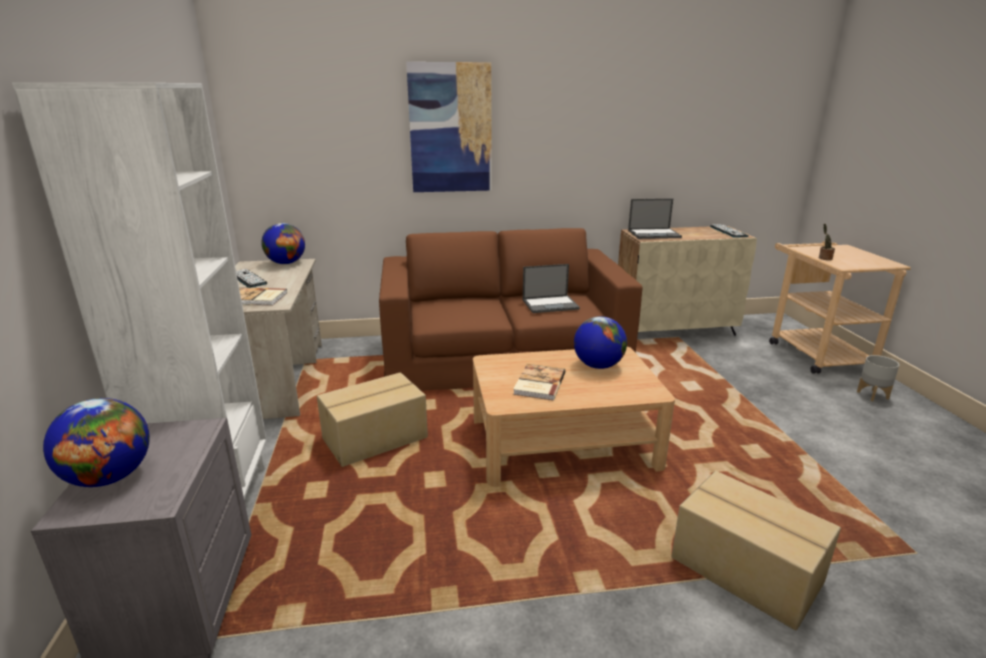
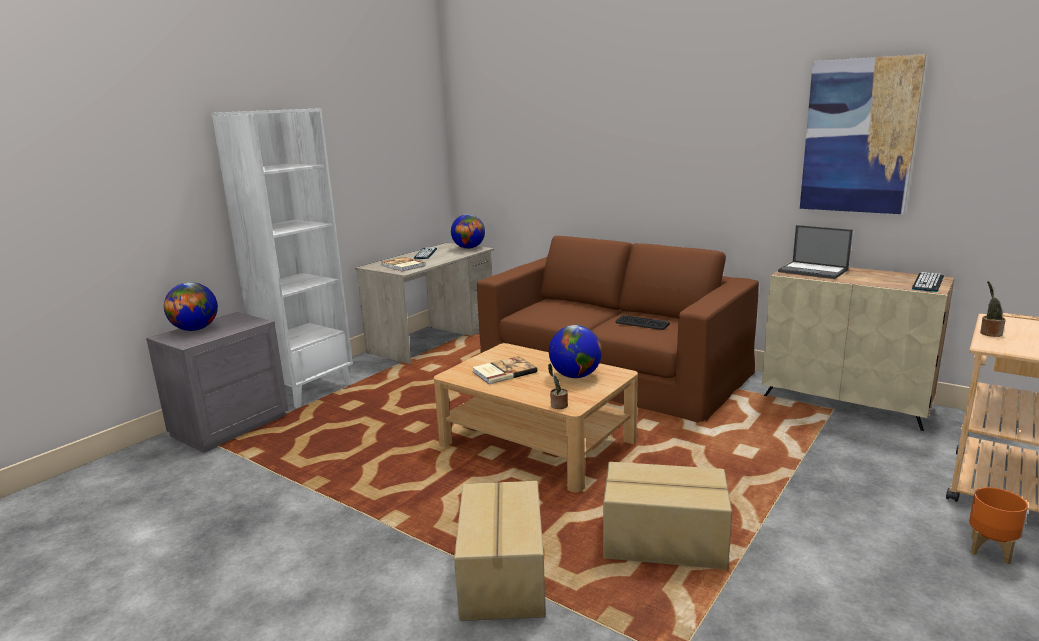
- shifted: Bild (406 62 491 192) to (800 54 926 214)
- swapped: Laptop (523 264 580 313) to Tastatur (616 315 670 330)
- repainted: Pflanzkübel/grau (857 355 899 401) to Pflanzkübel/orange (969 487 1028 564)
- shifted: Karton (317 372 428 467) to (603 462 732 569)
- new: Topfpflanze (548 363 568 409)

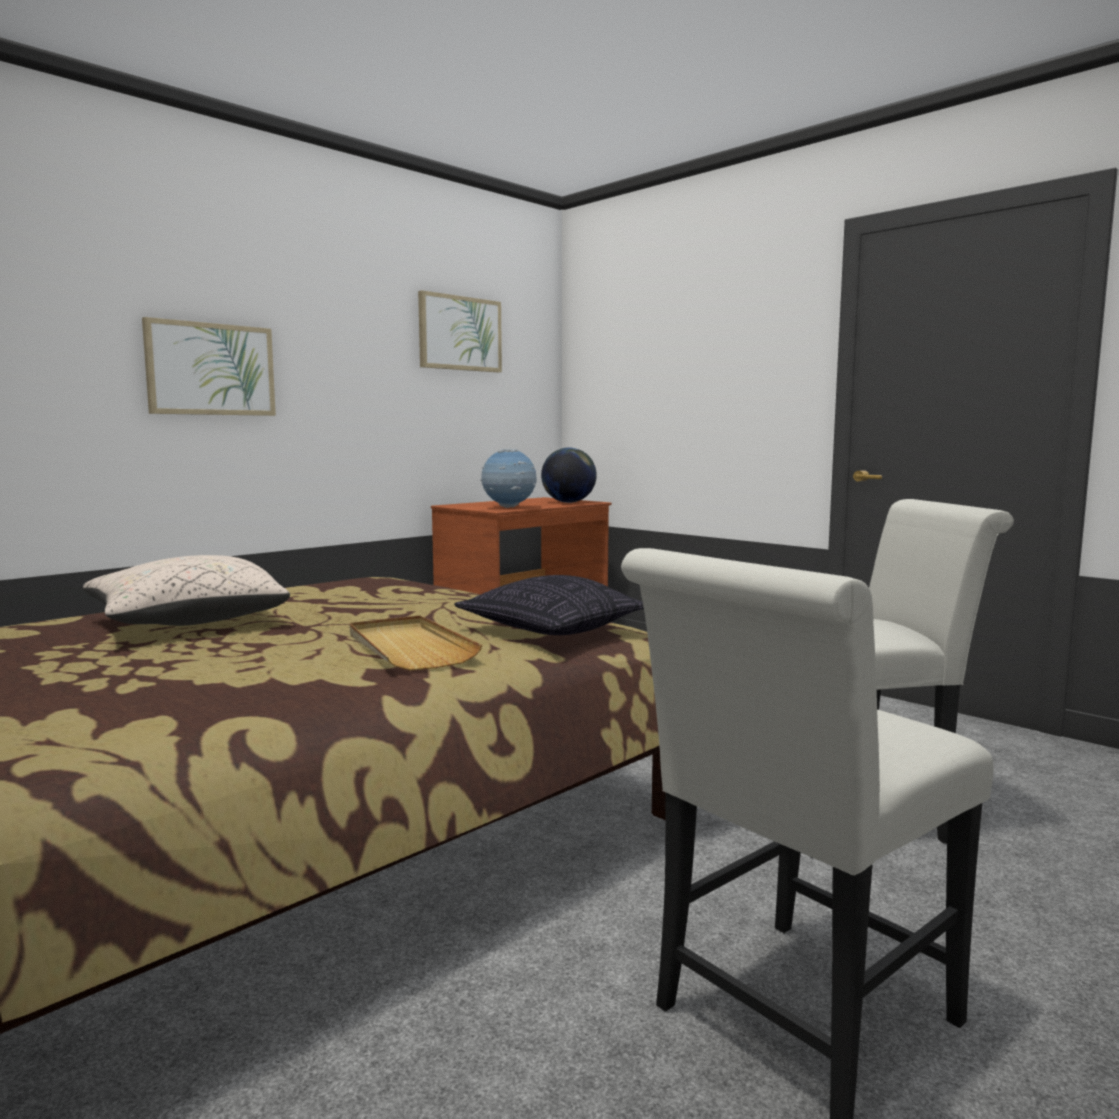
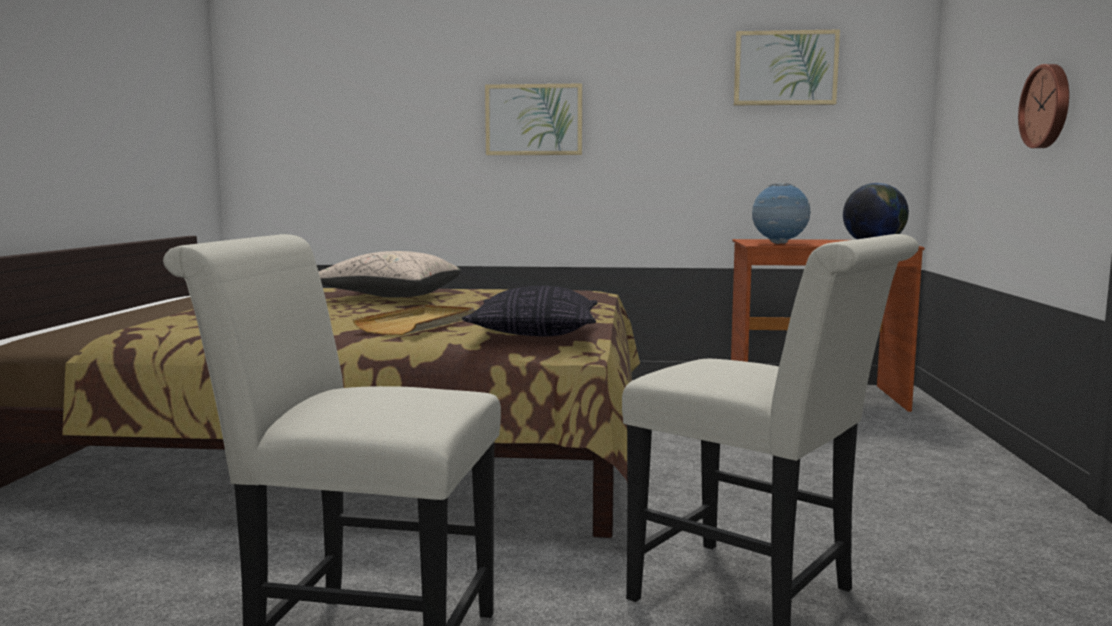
- new: Wanduhr (1018 64 1069 148)

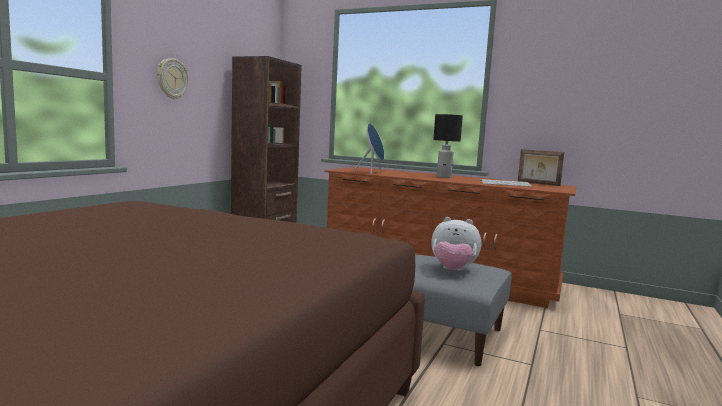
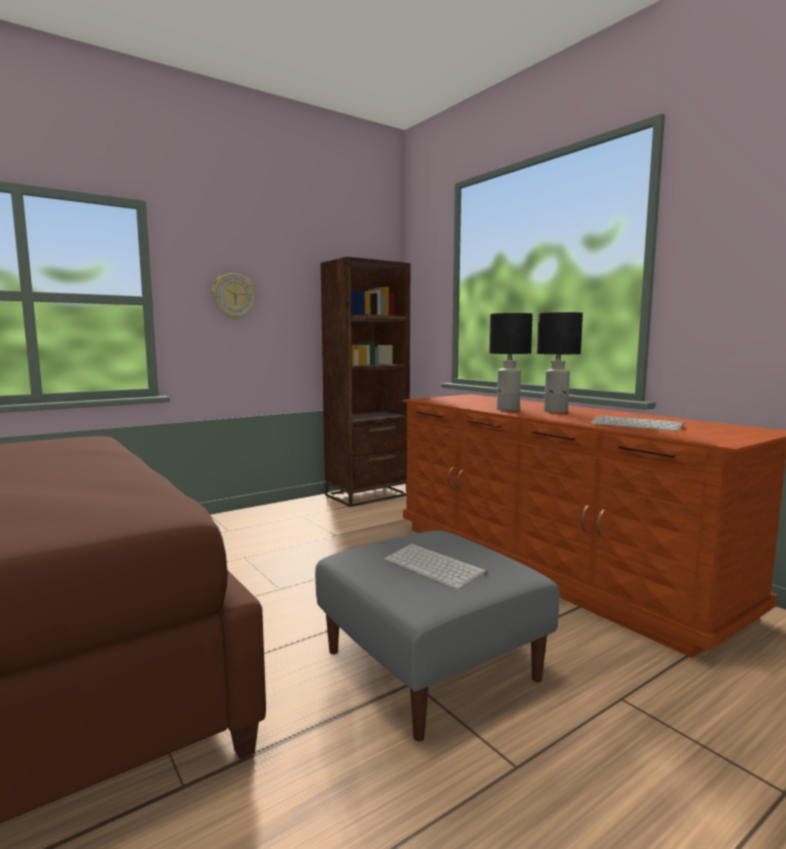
- gone: Lautsprecher/blau (354 123 384 174)
- gone: Bilderrahmen (518 149 564 186)
- swapped: Plüschtier (431 217 481 271) to Tastatur (384 544 488 590)
- new: Tischlampe/schwarz (489 313 533 411)

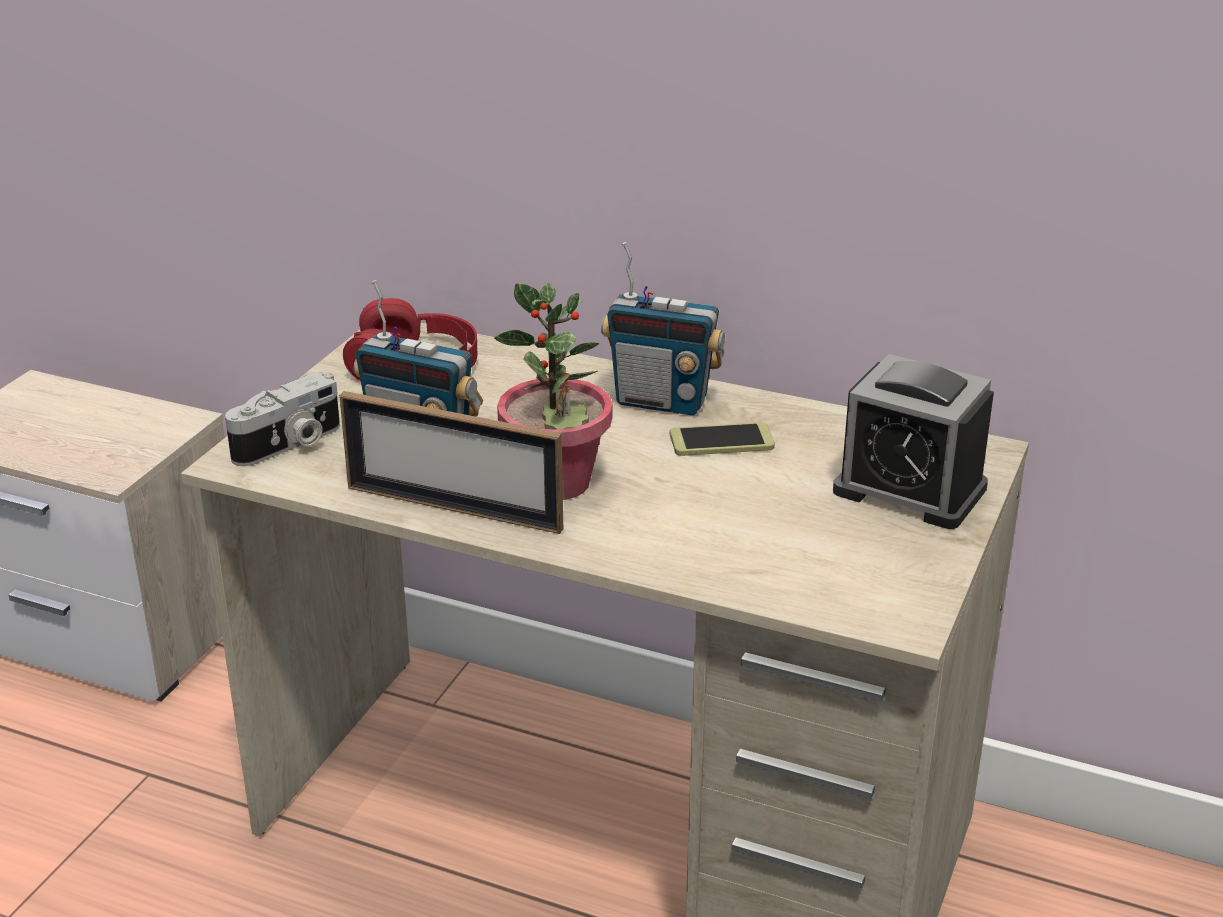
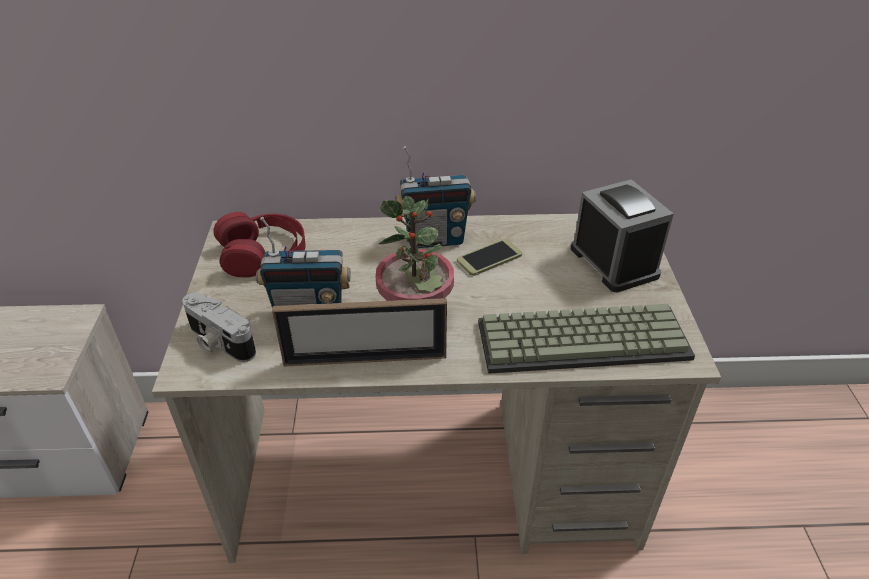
- rotated: Wecker (833 354 994 529) = (571 179 674 292) 120 degrees counterclockwise
- rotated: Kamera (225 372 340 466) = (182 292 256 362) 105 degrees clockwise
- new: Tastatur (478 304 695 374)

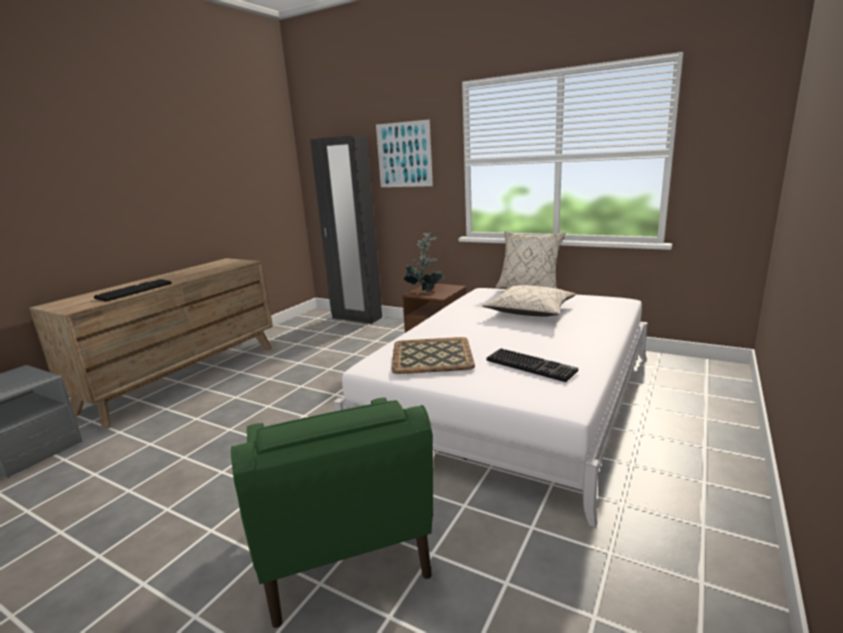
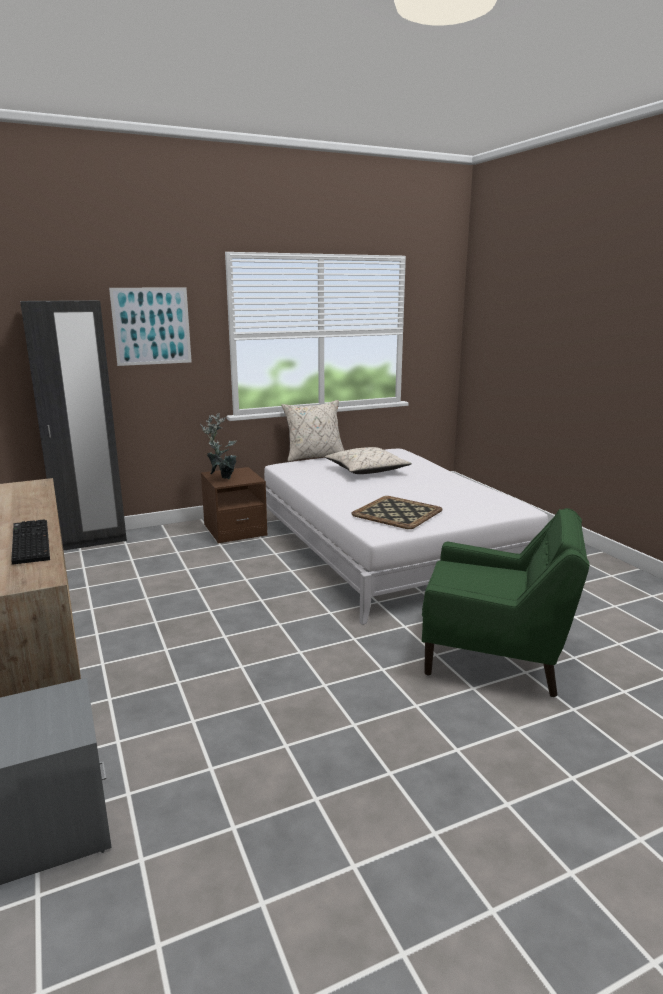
- gone: Tastatur (486 348 578 382)

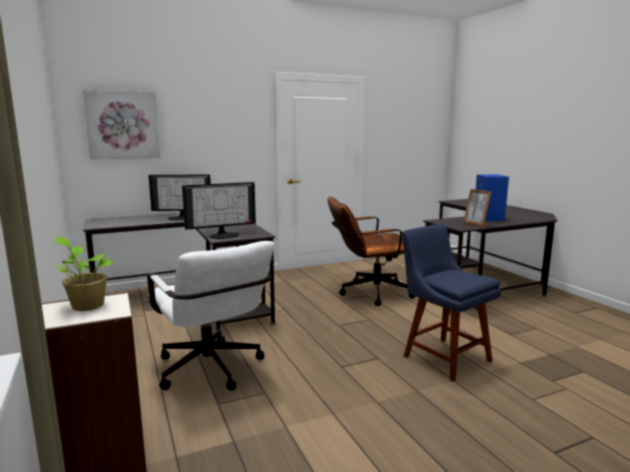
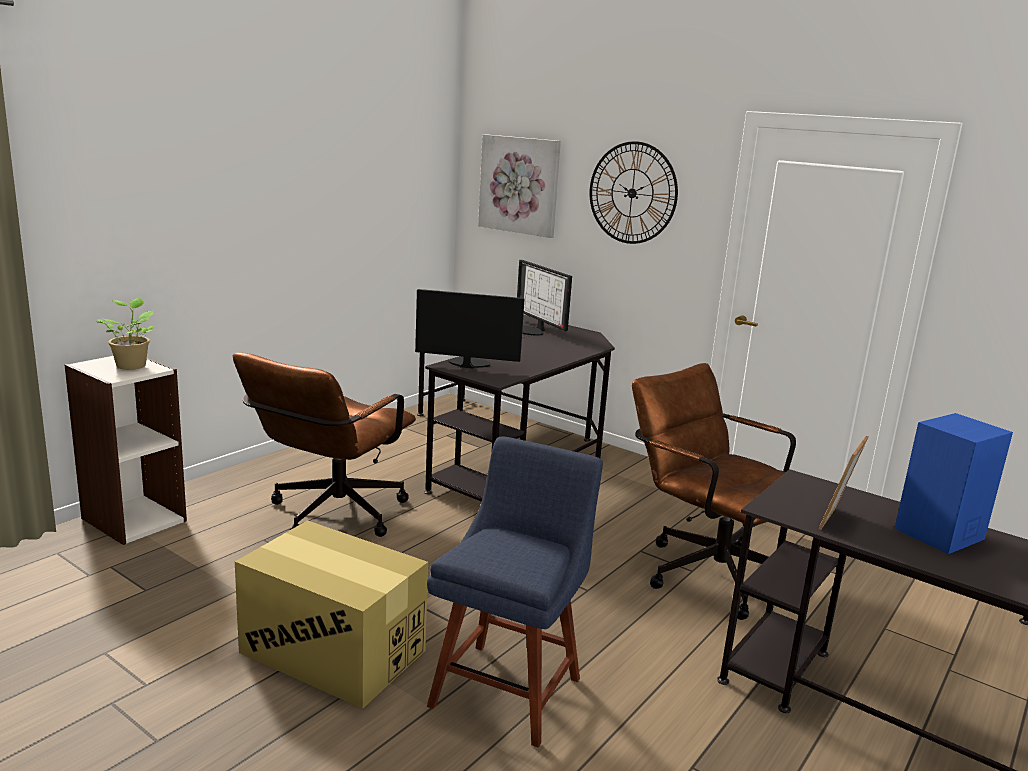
- rotated: Monitor (182 182 256 239) = (415 289 524 368) 150 degrees clockwise
- repainted: Bürostuhl/weiß (147 241 274 390) to Bürostuhl/braun (233 353 416 537)
- new: Wanduhr (589 141 678 244)
- new: Karton (235 520 428 709)

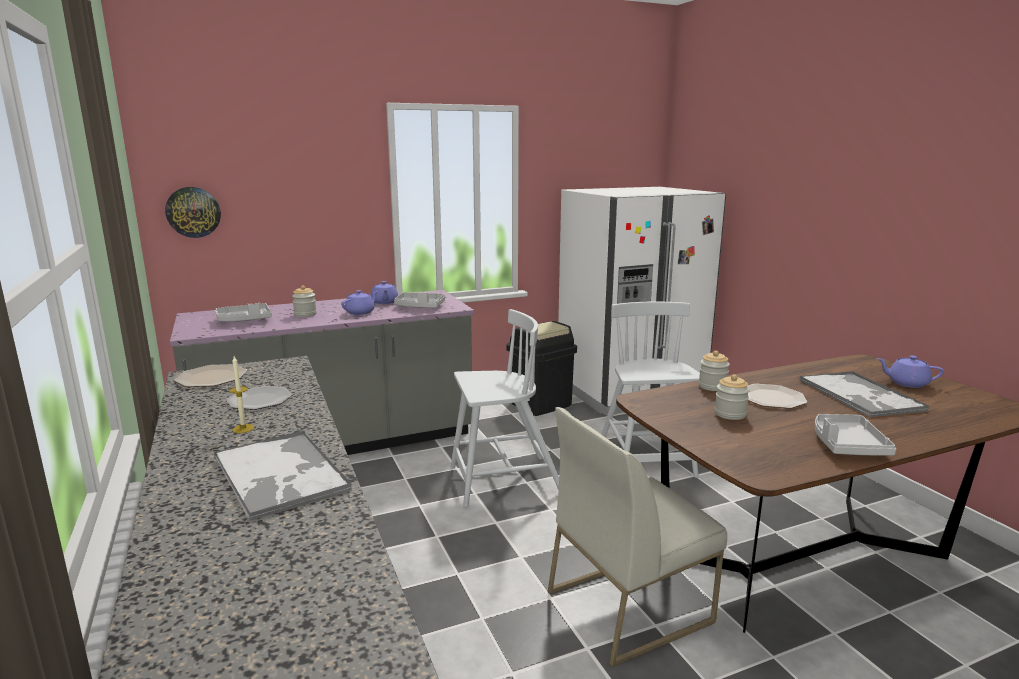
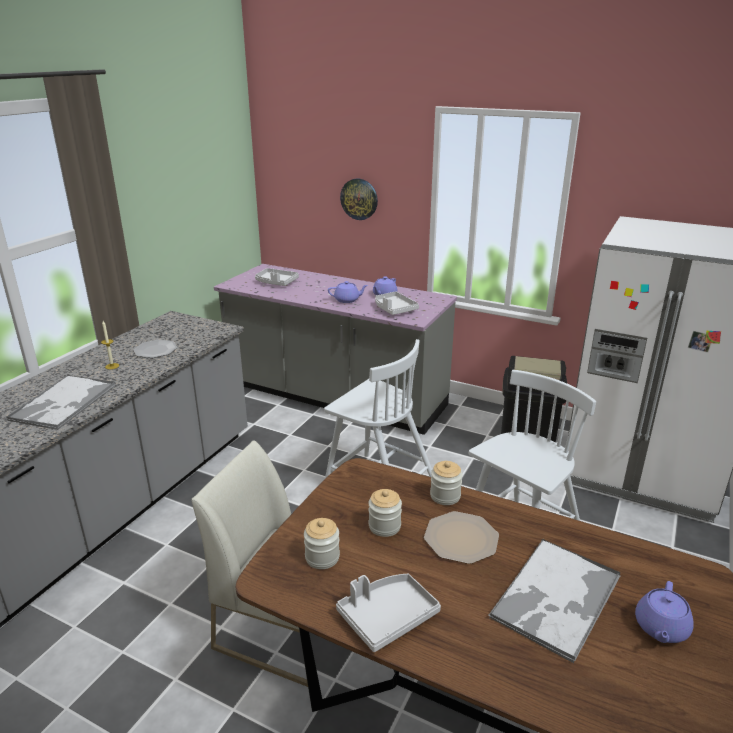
- shifted: Wanduhr (165 187 221 238) to (340 178 378 220)
- shifted: Vorratsglas (292 285 317 317) to (304 518 340 569)
- rotated: Teekanne/lila (877 356 944 388) = (635 581 694 643) 135 degrees counterclockwise
- gone: Teller (174 364 247 387)

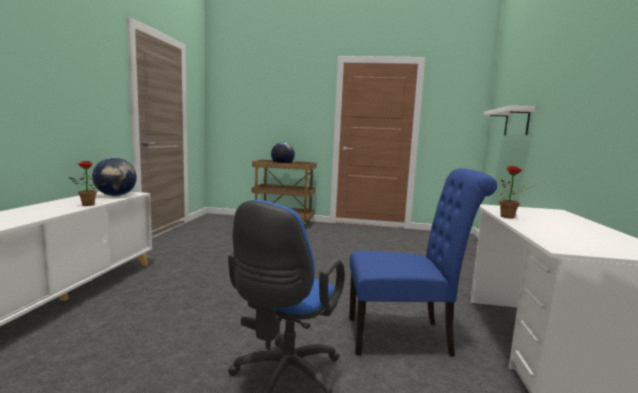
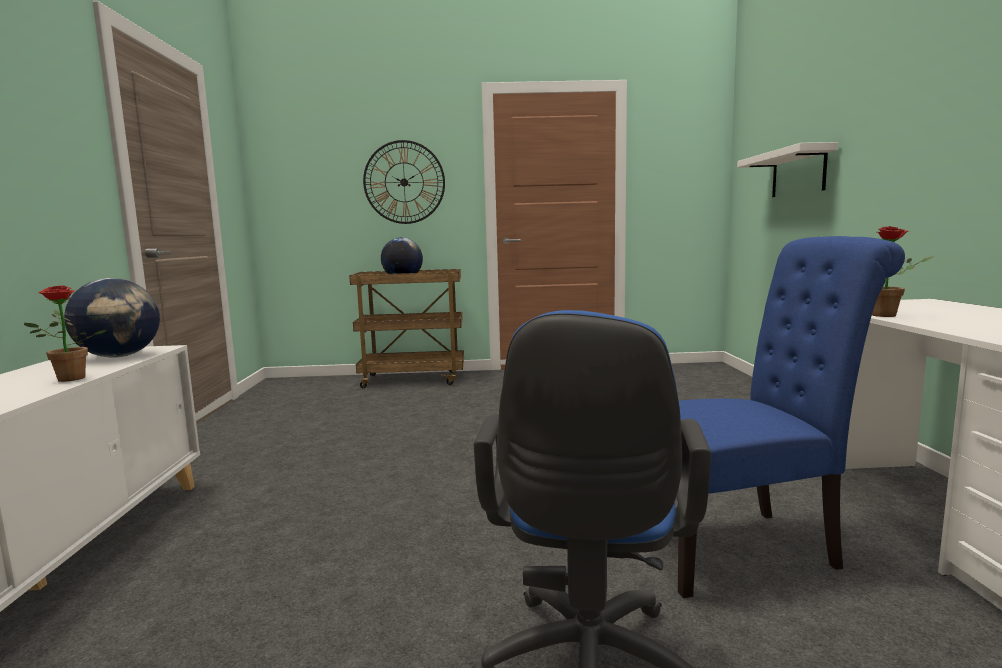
- new: Wanduhr (363 140 445 224)

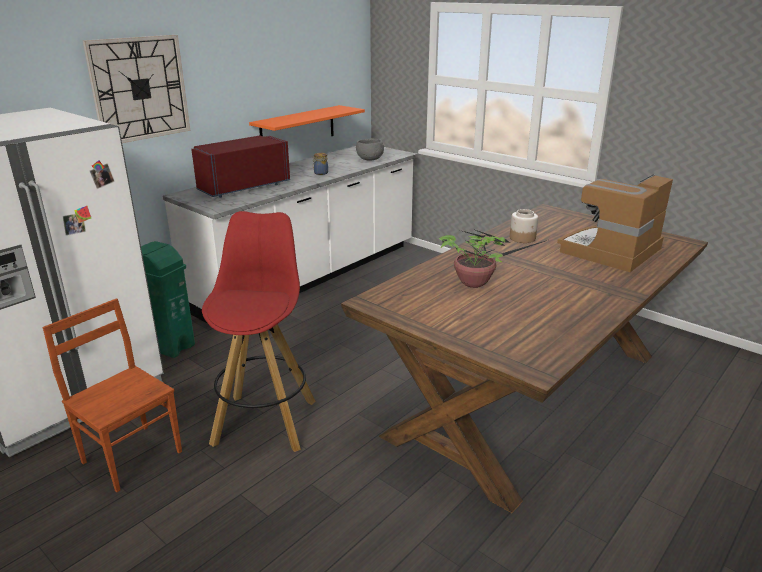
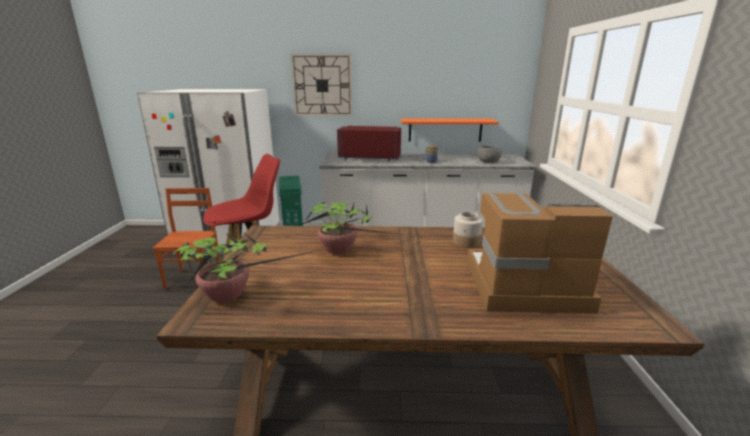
- new: Topfpflanze (173 232 317 303)

